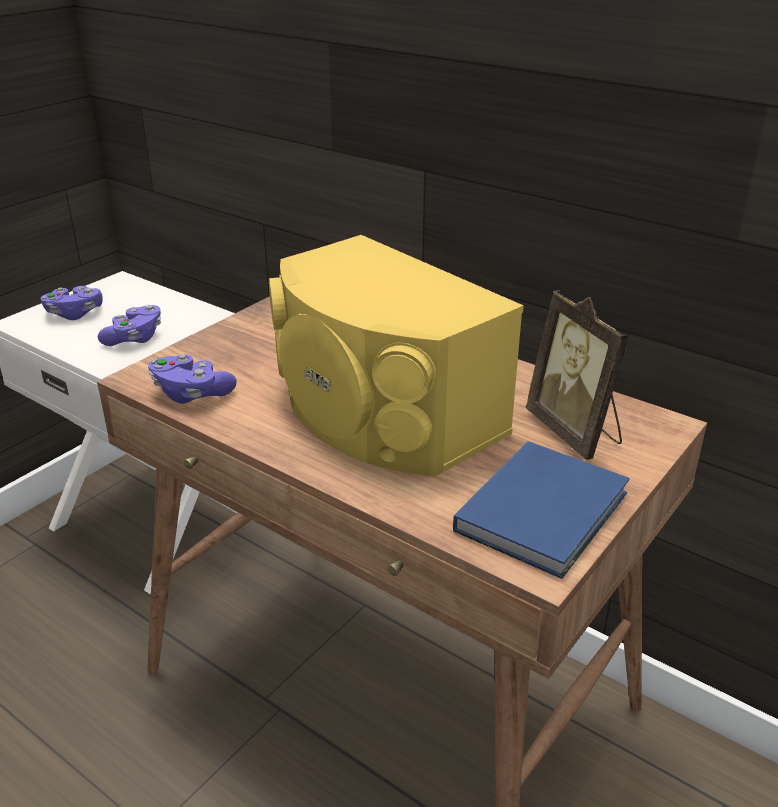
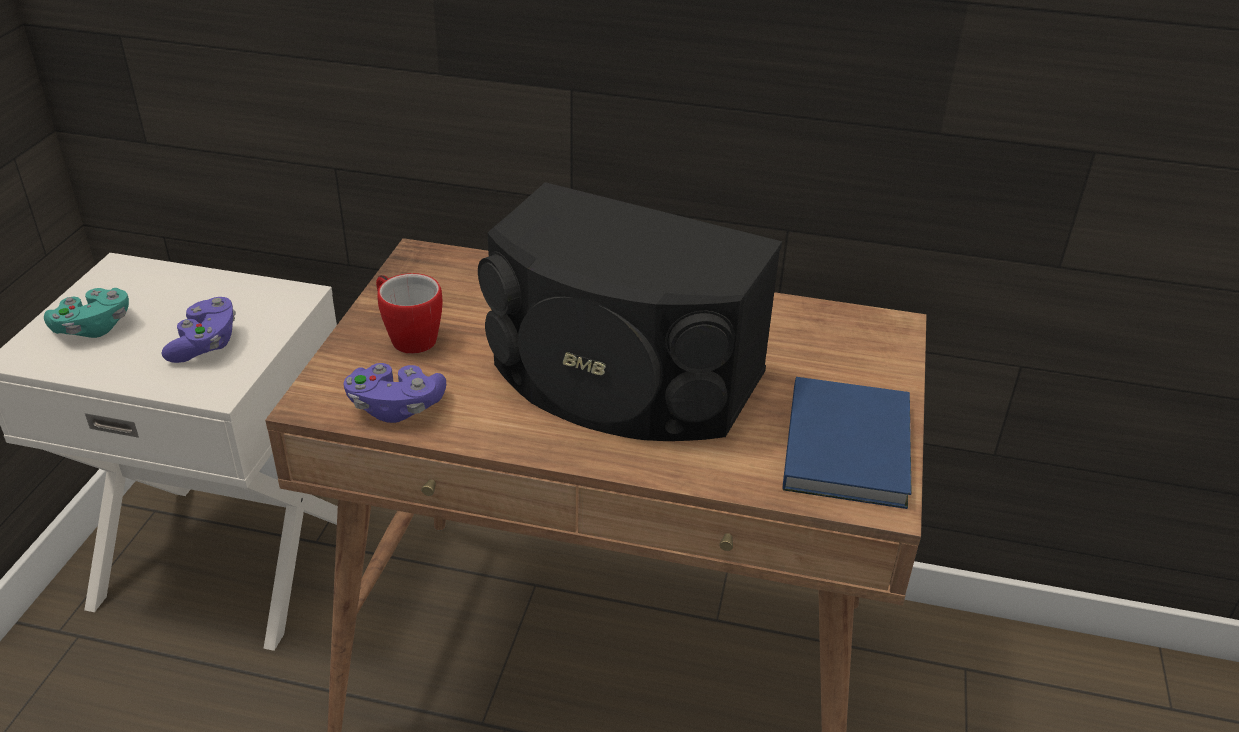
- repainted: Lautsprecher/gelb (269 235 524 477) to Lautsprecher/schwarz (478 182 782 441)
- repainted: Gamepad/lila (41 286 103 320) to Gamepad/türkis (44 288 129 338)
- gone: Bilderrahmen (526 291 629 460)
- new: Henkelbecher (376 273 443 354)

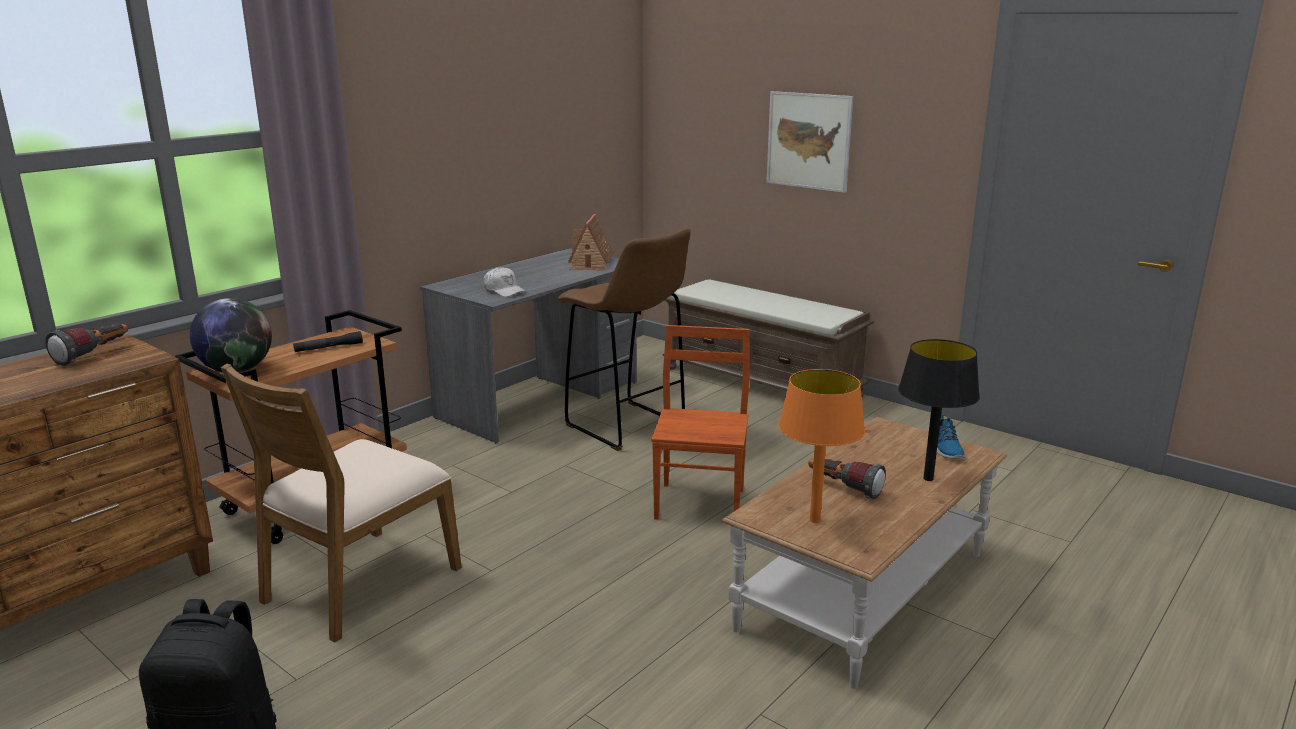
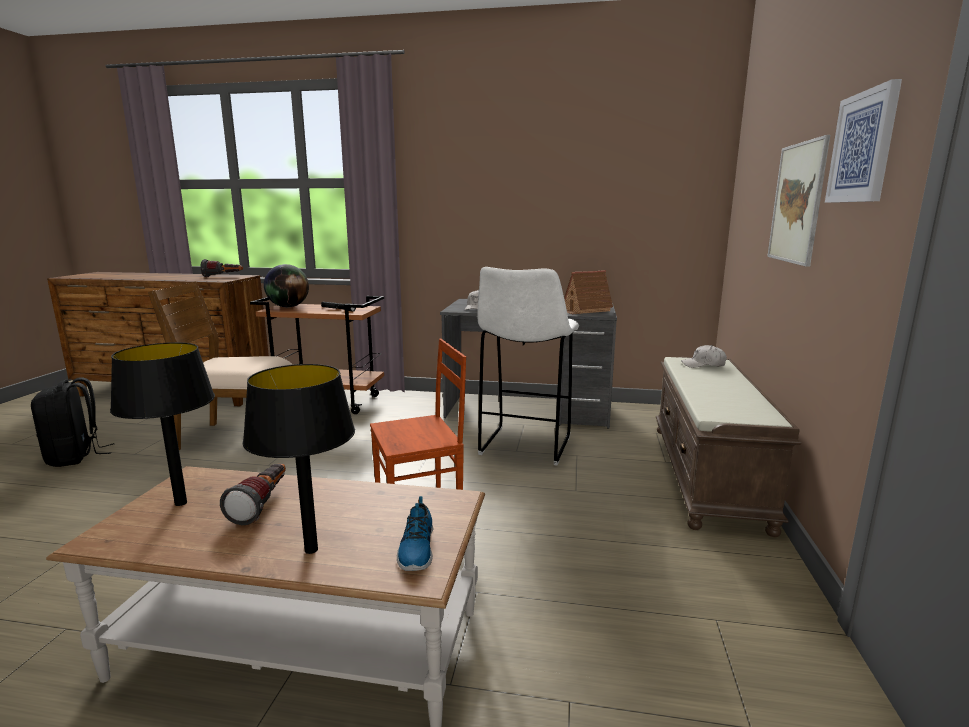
- repainted: Hocker/braun (557 229 691 451) to Hocker/weiß (477 267 579 466)
- repainted: Tischlampe/orange (778 369 865 523) to Tischlampe/schwarz (110 342 215 506)
- rotated: Schuh (937 414 965 459) = (397 496 433 571) 60 degrees counterclockwise
- new: Bild (825 79 902 203)
- new: Kappe/weiß (681 345 727 368)

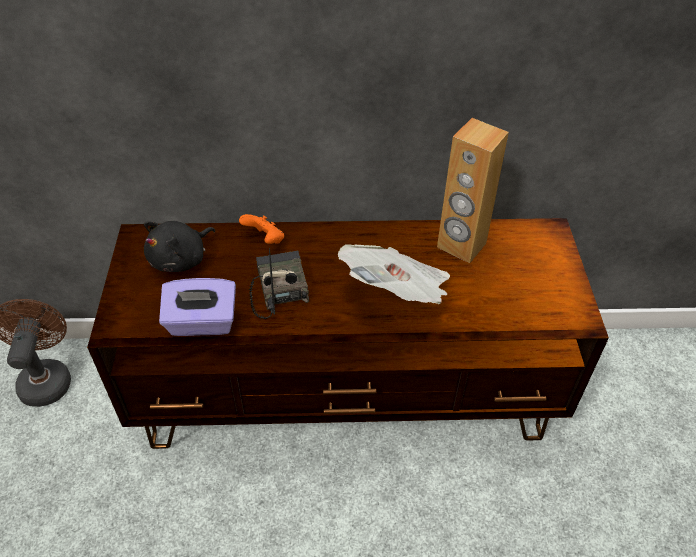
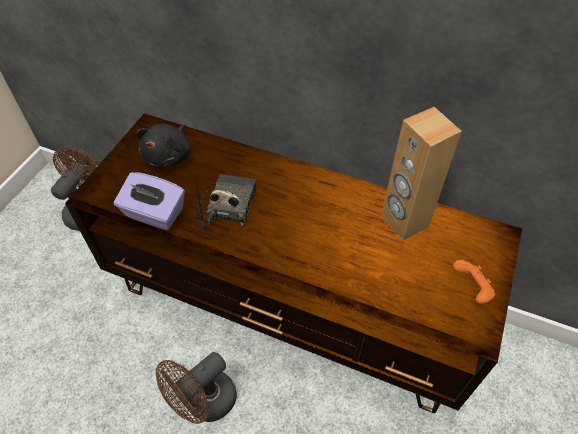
- shifted: Gamepad/orange (239 214 284 244) to (453 260 495 304)
- rotated: Plüschtier/schwarz (144 221 215 272) = (137 124 191 168) 45 degrees counterclockwise
- gone: Zeitung (338 244 450 304)
- new: Ventilator/braun (156 352 237 424)

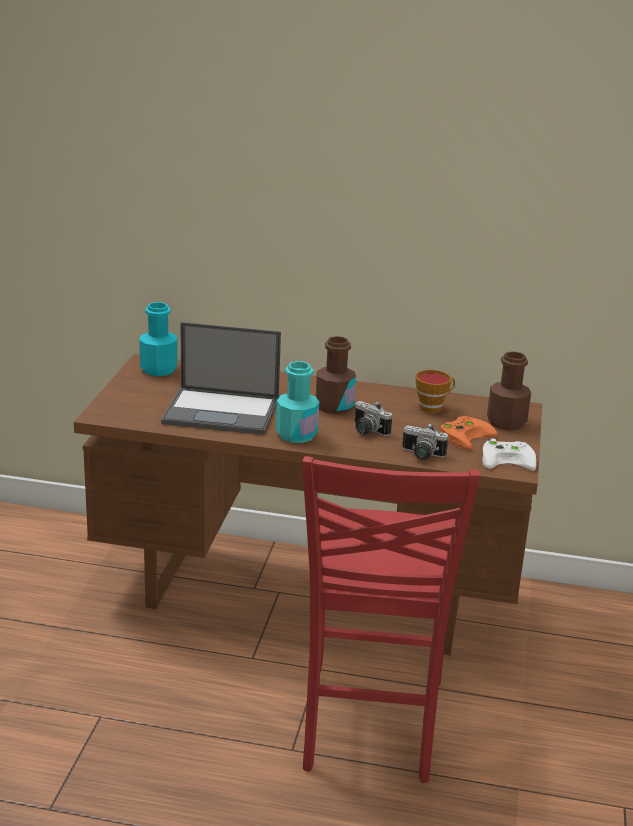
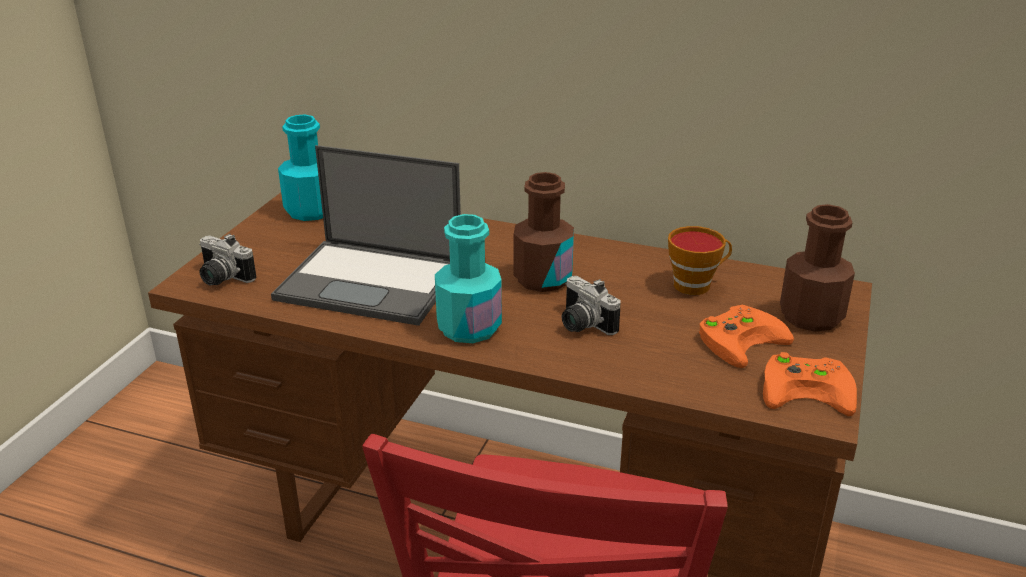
- shifted: Kamera (402 423 448 460) to (199 234 256 285)
- repainted: Gamepad/weiß (482 438 536 471) to Gamepad/orange (763 352 857 416)

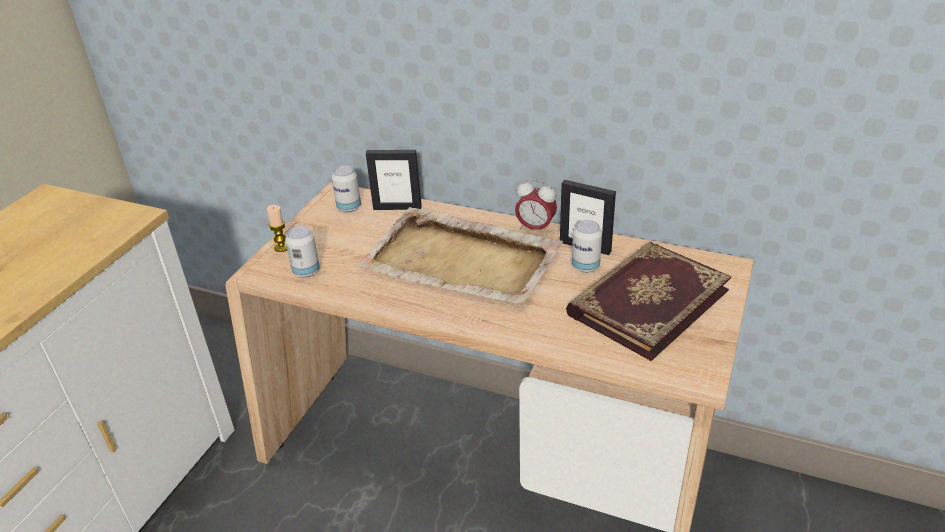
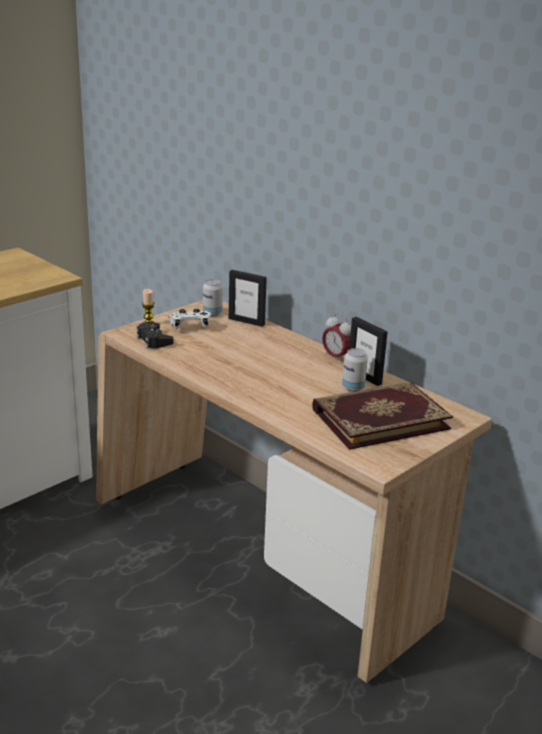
- gone: Tablett/beige (356 207 563 305)
- swapped: Dose (285 226 320 277) to Gamepad/schwarz (136 323 174 349)
- new: Gamepad/weiß (168 309 211 330)

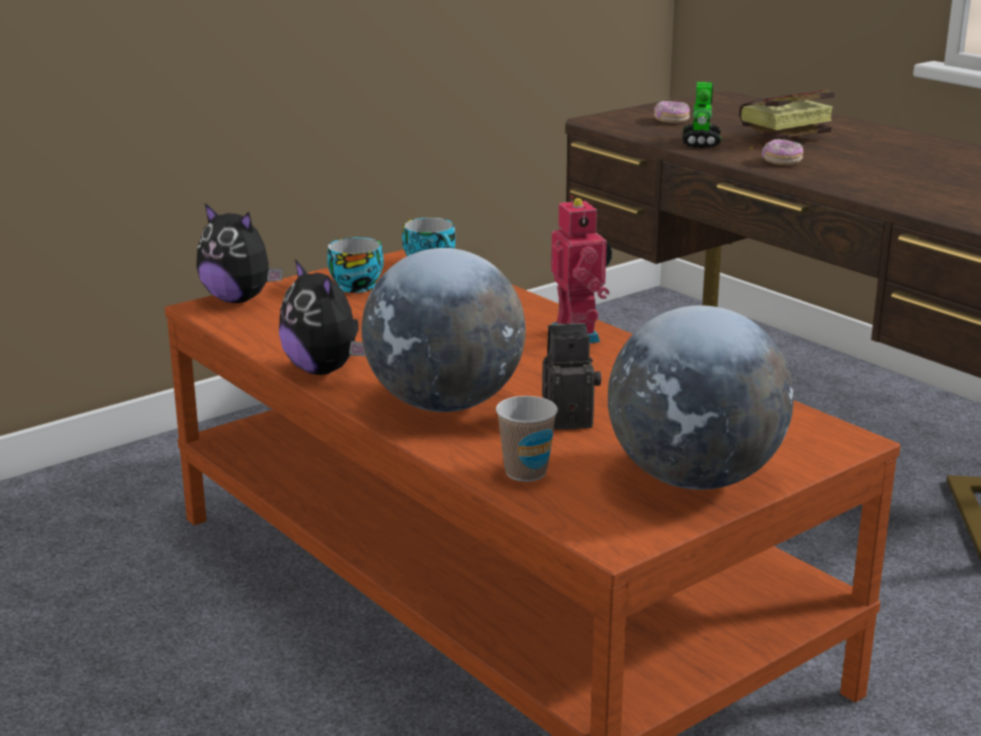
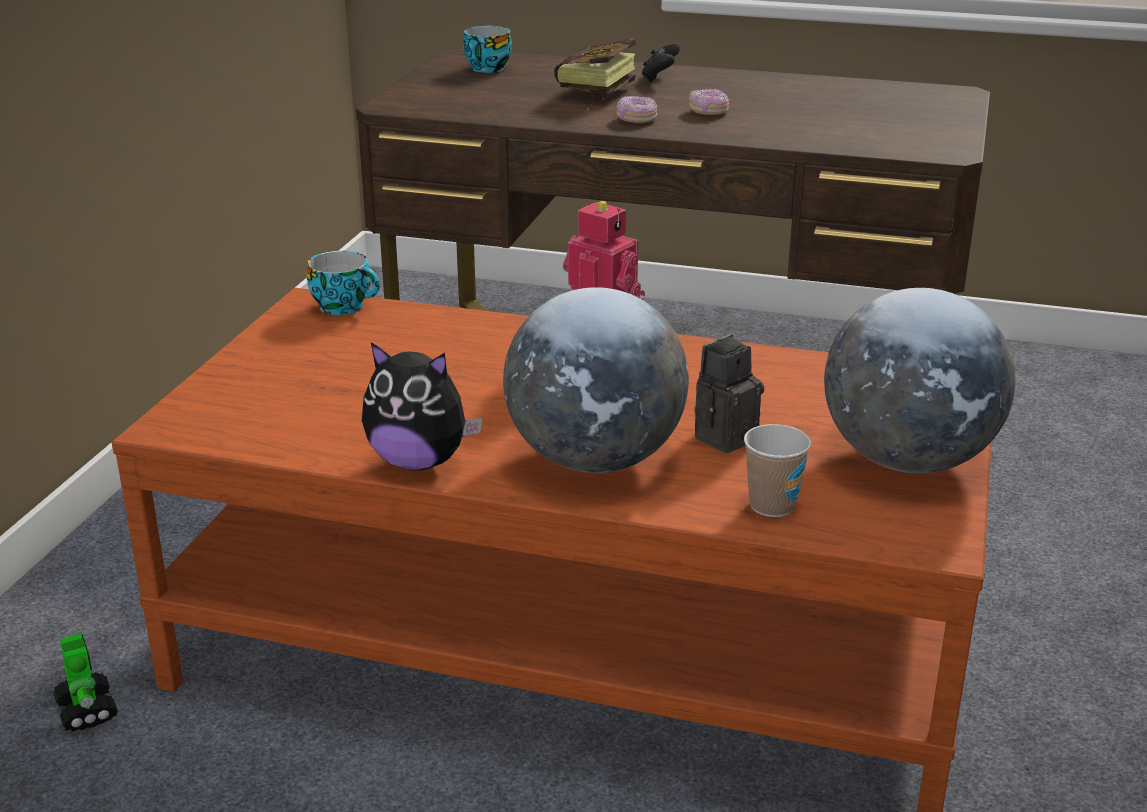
- shifted: Spielzeugroboter (682 82 721 148) to (53 634 118 732)
- shifted: Donut (654 101 690 123) to (689 89 729 115)
- gone: Plüschtier (196 204 283 303)
- shifted: Tasse (327 237 384 293) to (463 26 512 73)
- new: Gamepad/schwarz (642 44 680 82)

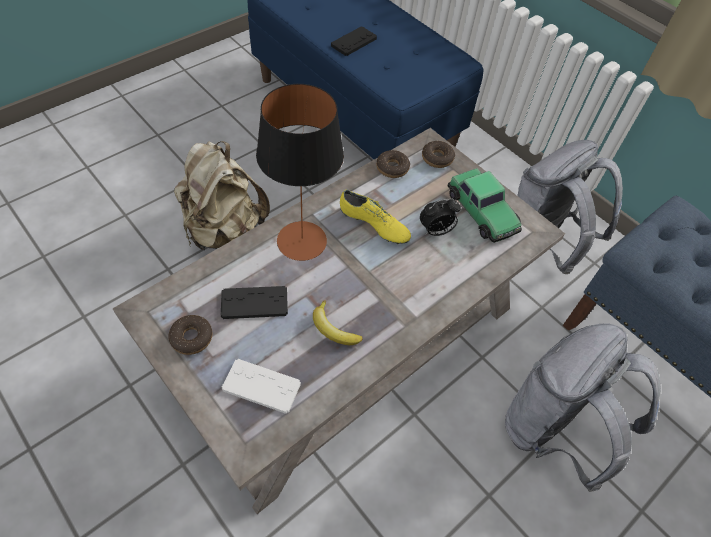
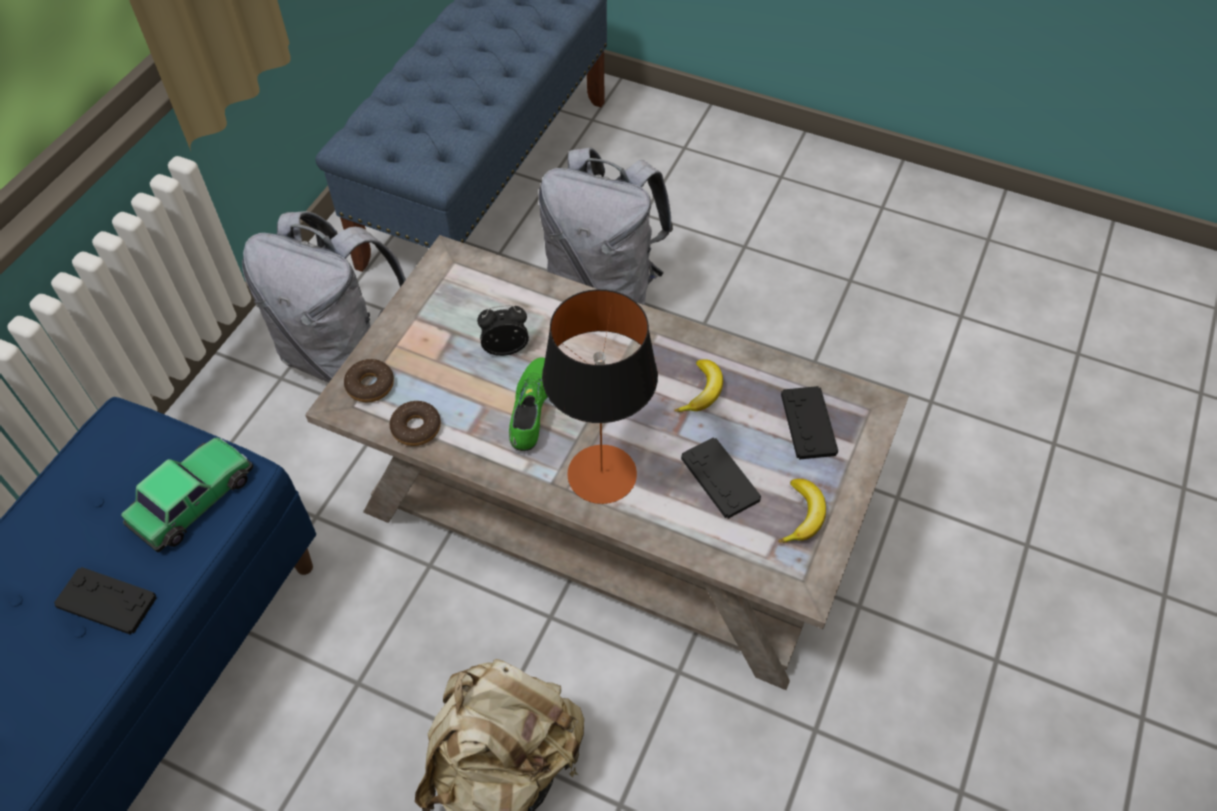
- shifted: Spielzeugauto (448 168 522 243) to (121 437 253 552)
- repainted: Schuh/gelb (340 189 411 244) to Schuh/grün (509 358 547 451)
- rotated: Wecker (420 198 461 236) = (477 305 529 356) 60 degrees counterclockwise
- swapped: Donut (169 315 212 355) to Banane (778 479 826 543)
- repainted: Gamepad/weiß (222 359 301 414) to Gamepad/schwarz (781 386 838 460)

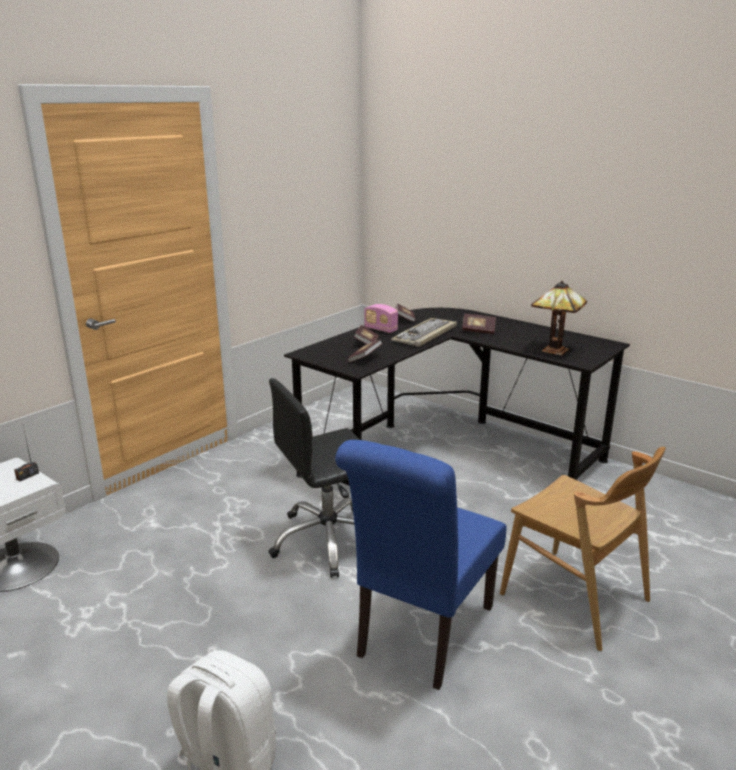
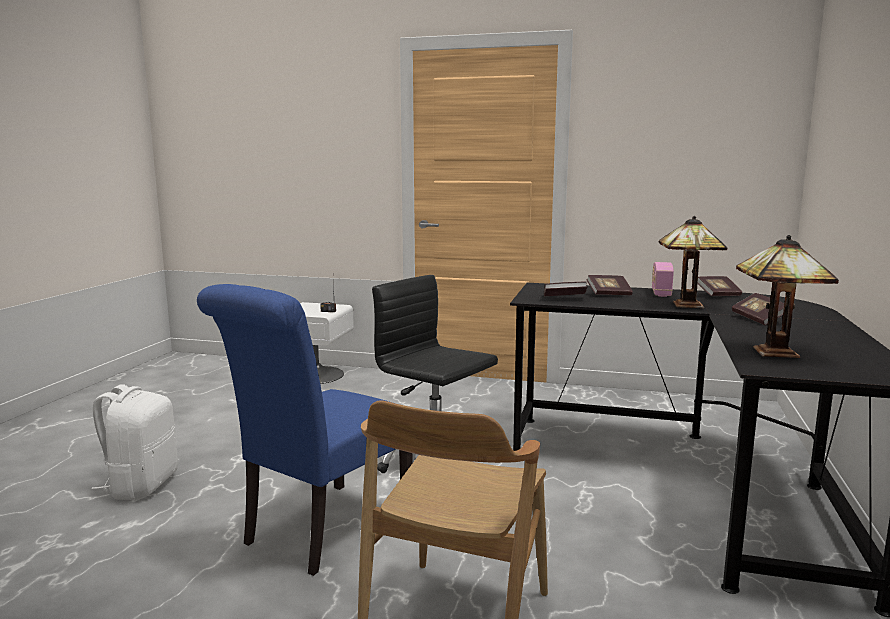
- swapped: Tastatur (391 318 457 347) to Tischlampe (659 216 727 308)
- rotated: Stuhl/blau (335 440 507 690) = (197 284 413 576) 60 degrees counterclockwise

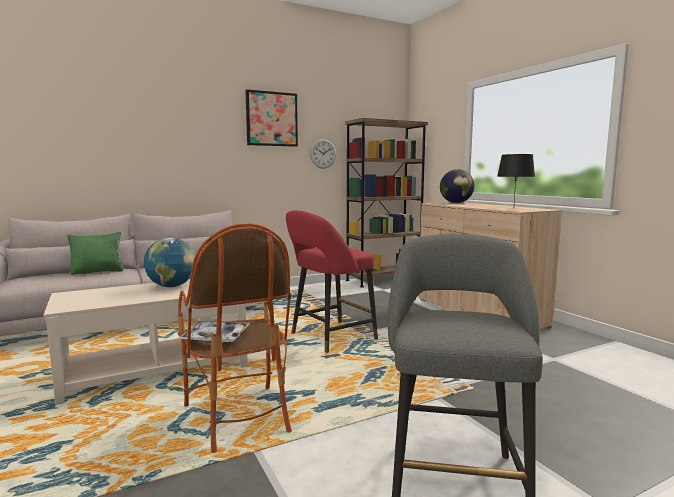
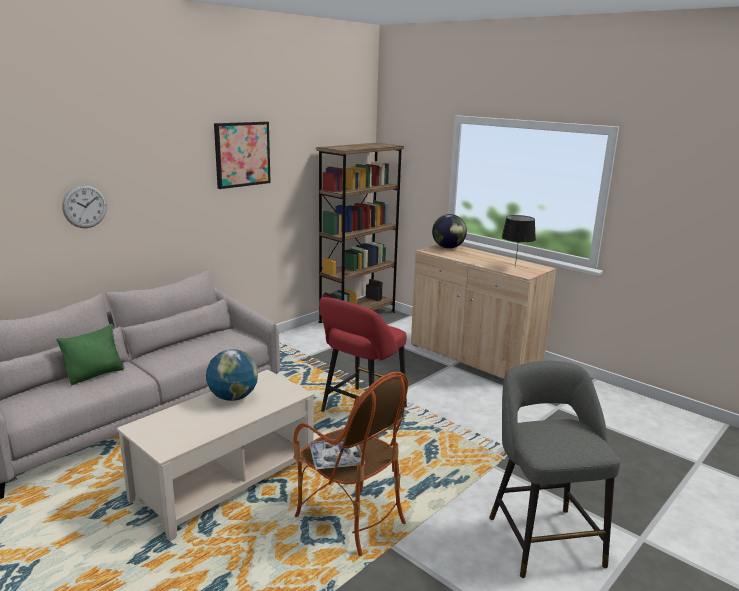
- shifted: Wanduhr (310 139 336 169) to (62 184 107 228)

